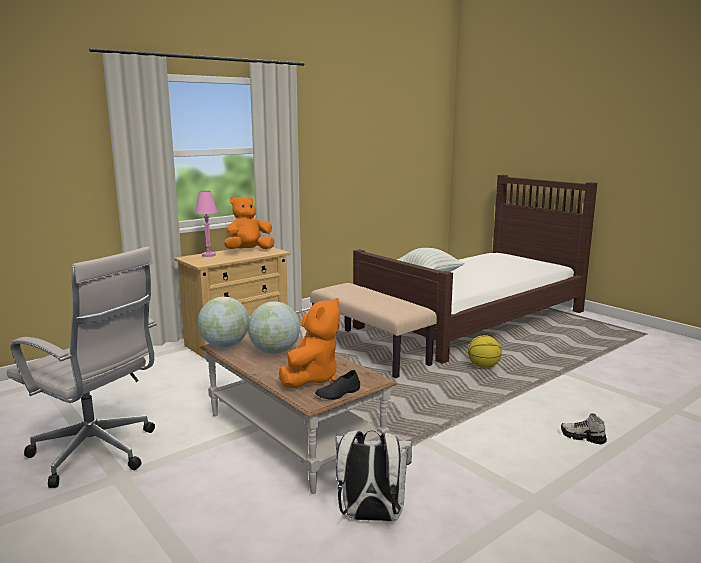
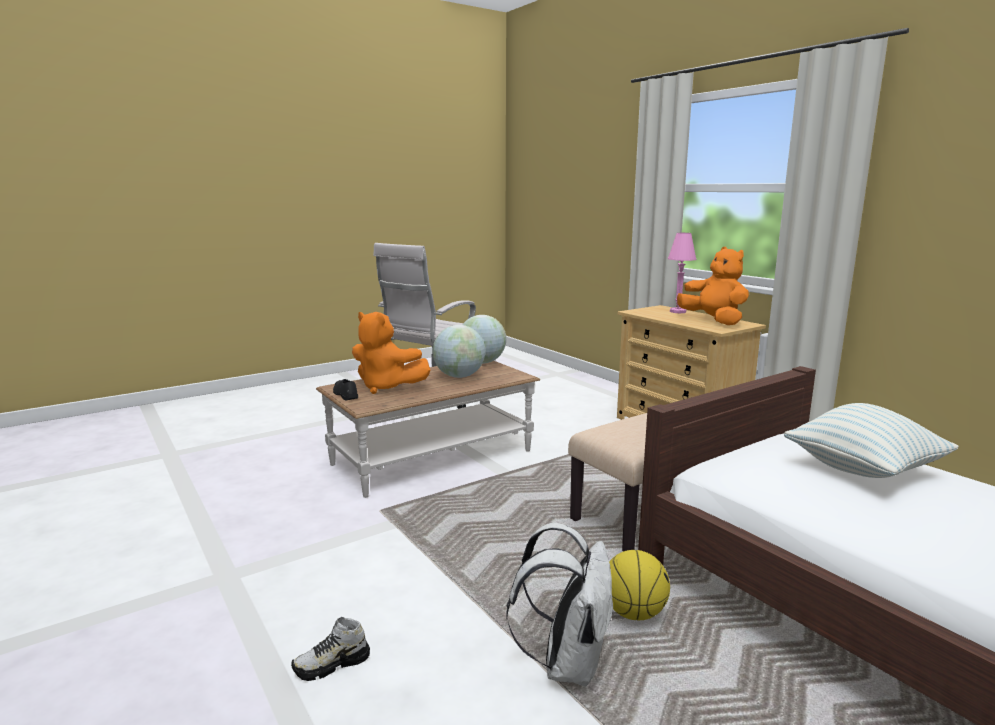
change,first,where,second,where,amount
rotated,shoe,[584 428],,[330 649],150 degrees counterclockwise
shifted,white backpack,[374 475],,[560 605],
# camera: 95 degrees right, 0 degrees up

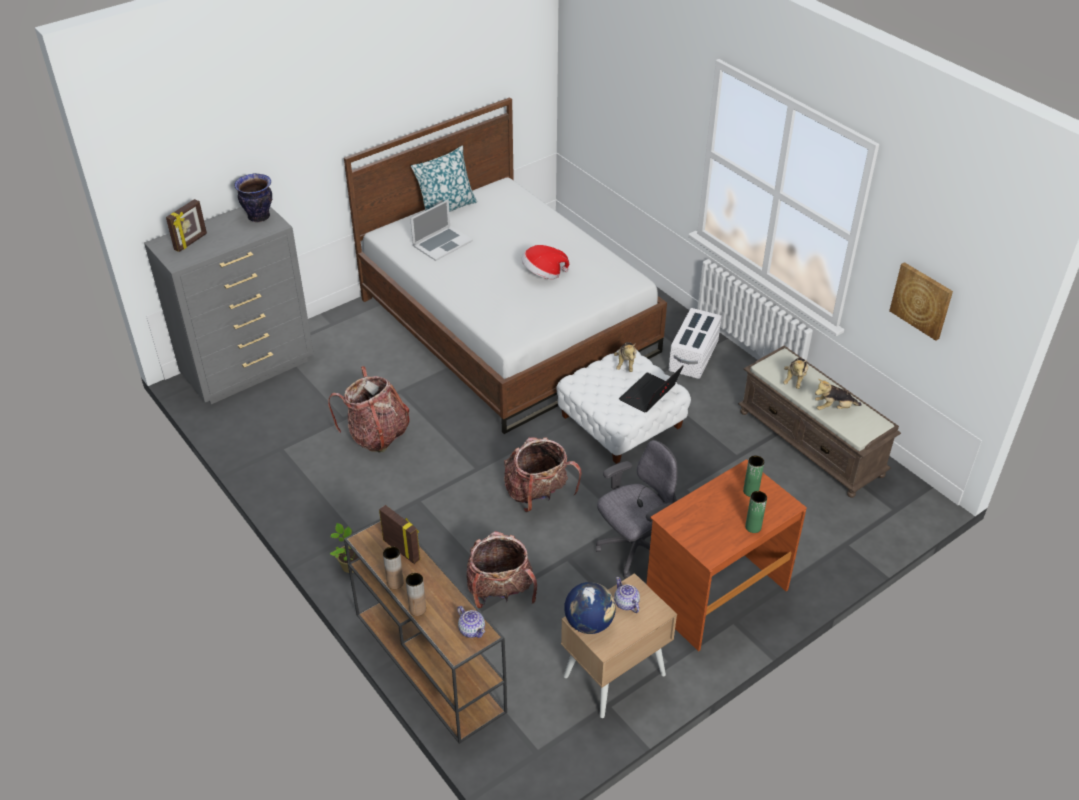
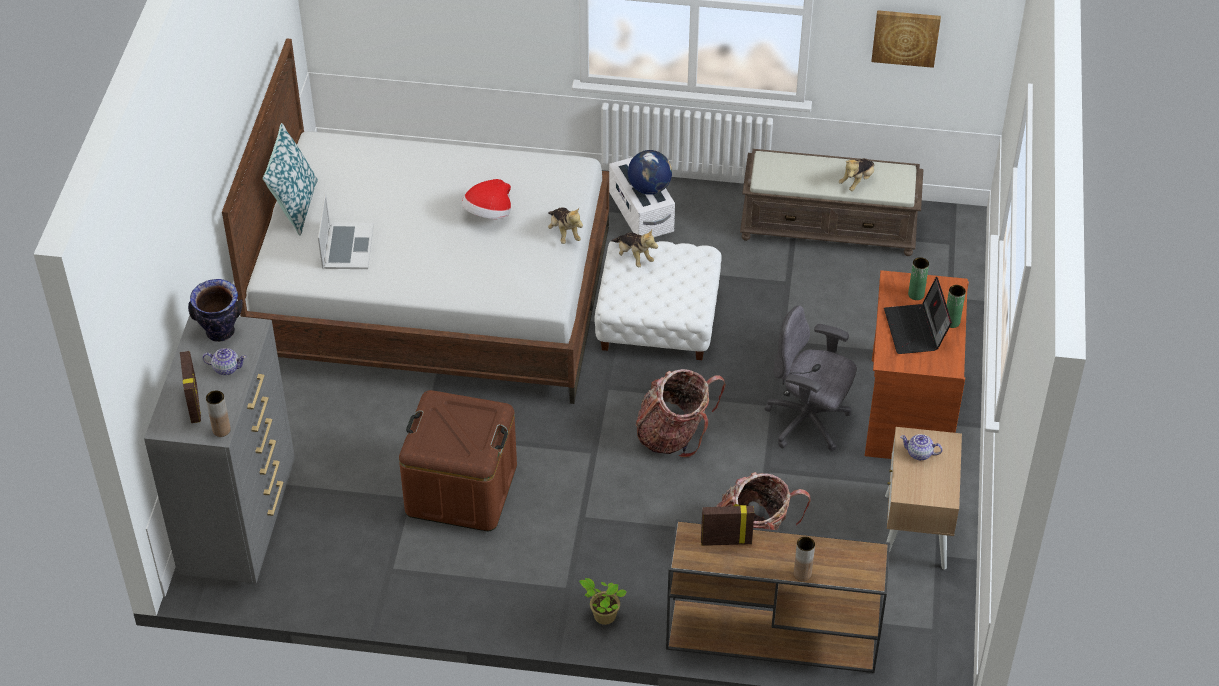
change,first,where,second,where,amount
shifted,teapot,[471 622],,[224 361],
shifted,brown vase,[393 567],,[218 414],
swapped,backpack,[369 409],brown storage box,[458 460],
shifted,plush toy,[795 373],,[565 225],
shifted,globe,[590 608],,[650 172],
rotated,grey office chair,[637 509],,[811 378],75 degrees counterclockwise
shifted,laptop,[651 389],,[918 315],
# camera: 45 degrees left, 5 degrees up

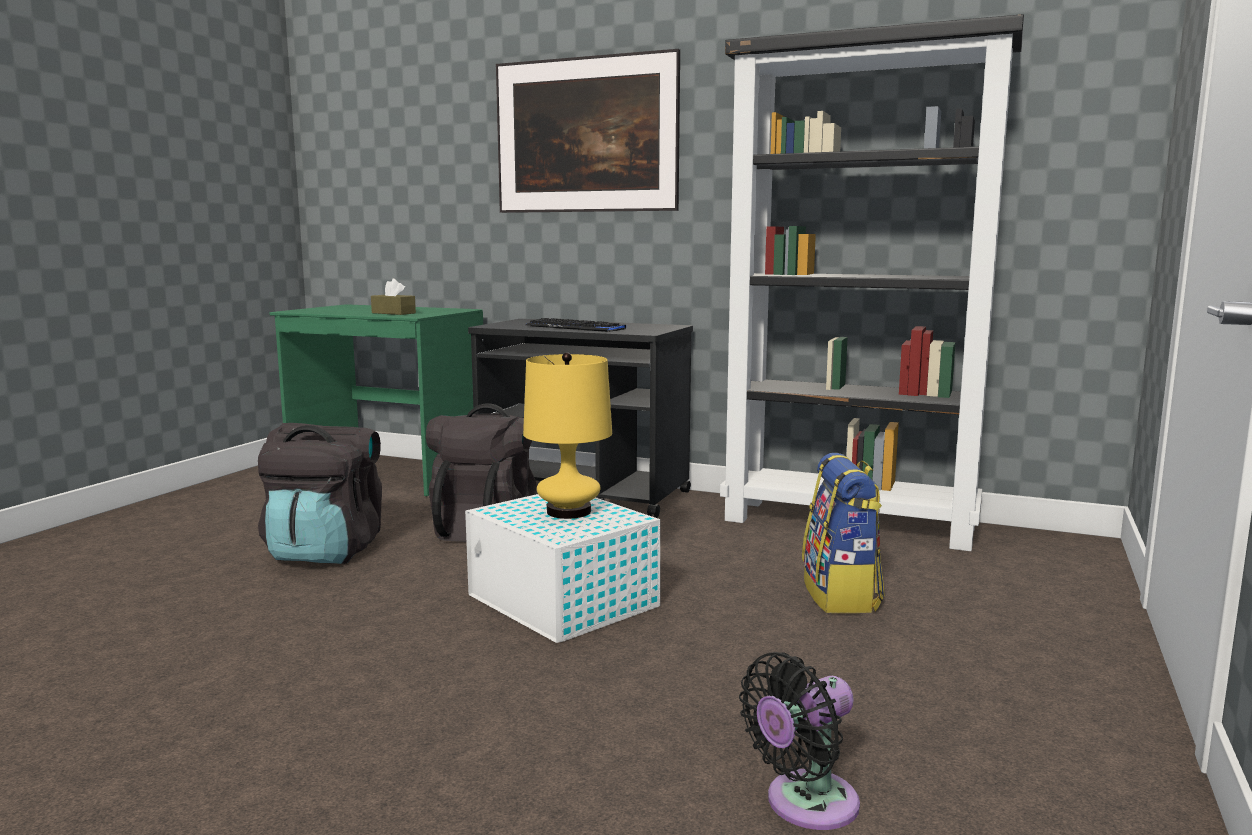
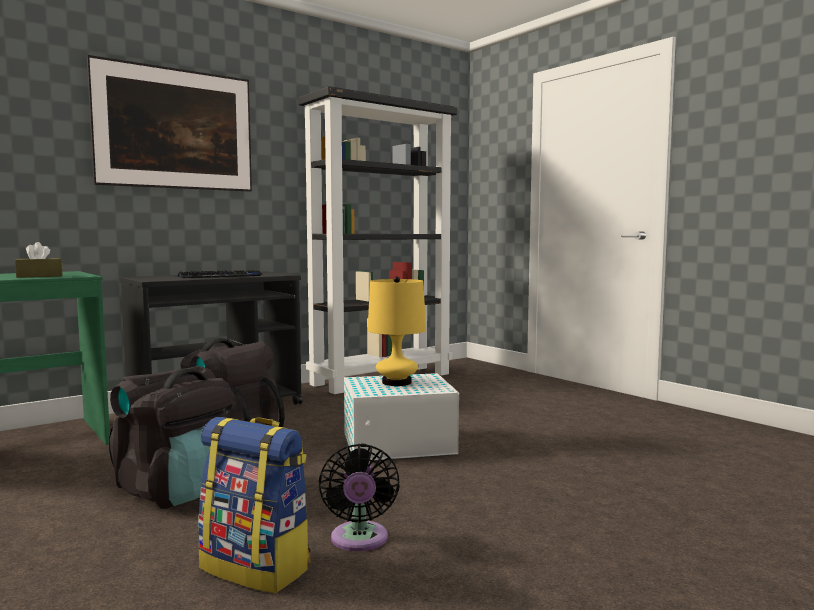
change,first,where,second,where,amount
shifted,backpack,[843 533],,[254 505],
shifted,black fan,[799 741],,[359 497],
# camera: 60 degrees left, 5 degrees down

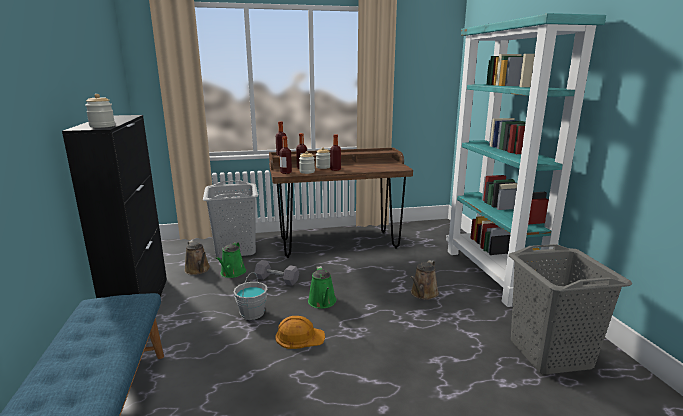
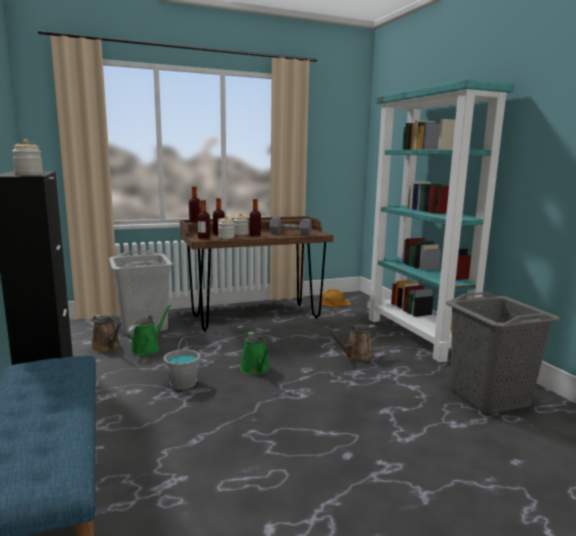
change,first,where,second,where,amount
rotated,green watering can,[231 260],,[149 330],150 degrees counterclockwise
shifted,grey dumbbell,[276 273],,[290 226],
shifted,orange hard hat,[300 332],,[335 298],
rotated,brown watering can,[424 280],,[352 342],45 degrees clockwise
# camera: 10 degrees left, 5 degrees down

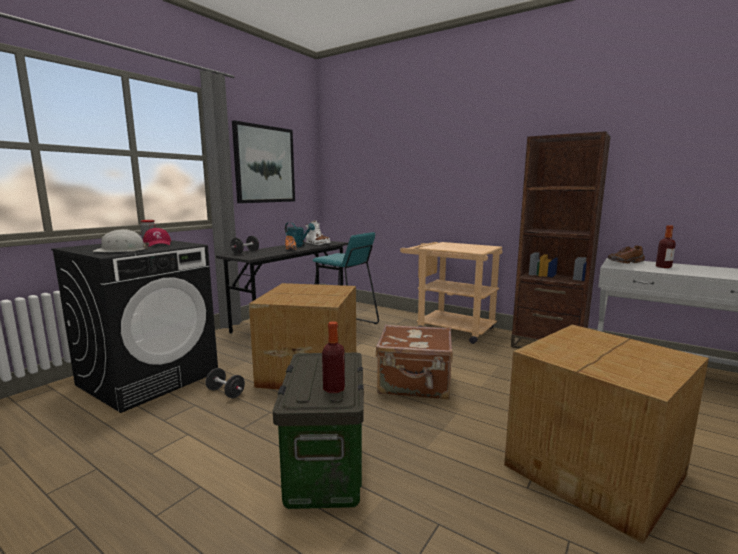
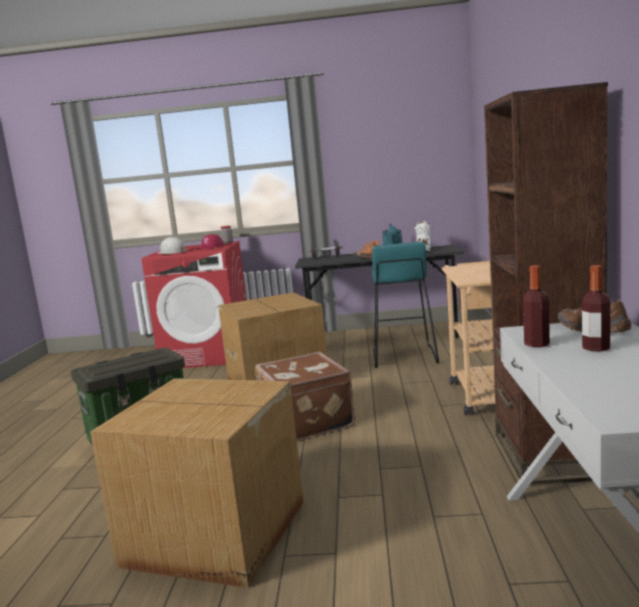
change,first,where,second,where,amount
repainted,black washing machine,[134 326],red washing machine,[193 304],
shifted,bottle,[333 357],,[536 306],
gone,black dumbbell,[225 383],,,
gone,picture,[263 161],,,
# camera: 60 degrees right, 0 degrees up

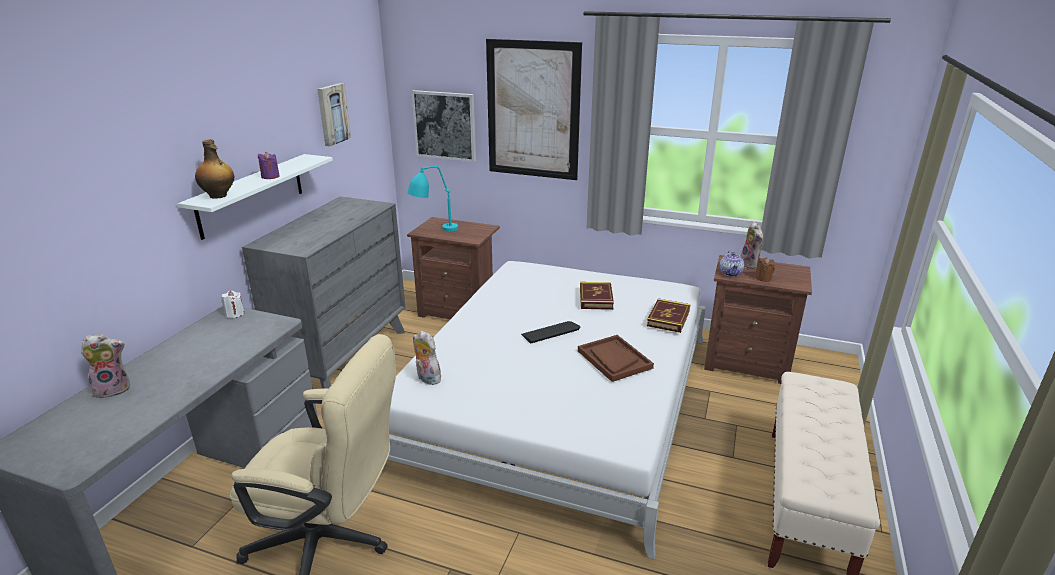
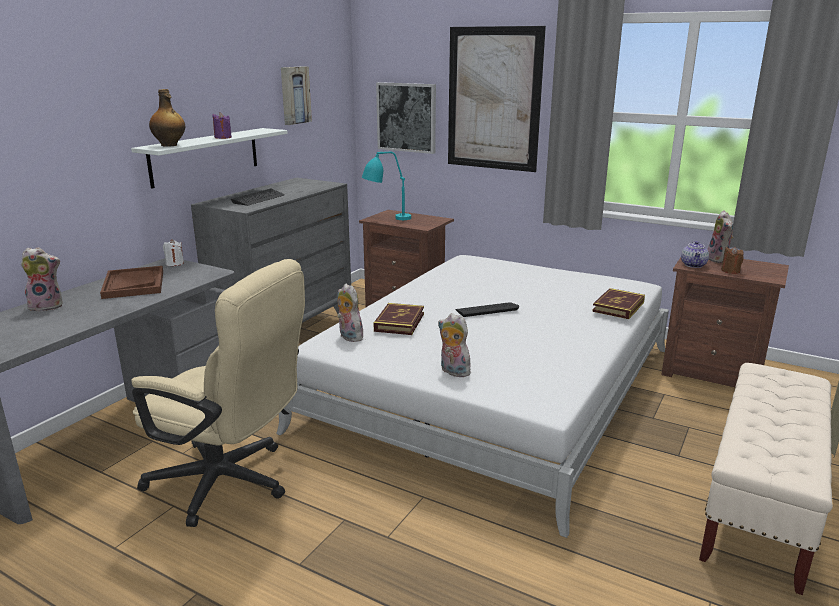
change,first,where,second,where,amount
shifted,brown tray,[616 358],,[131 282],
new,,,keyboard,[258 197],
shifted,book,[597 296],,[399 319],
new,,,plush toy,[454 345],
# camera: 10 degrees right, 5 degrees down

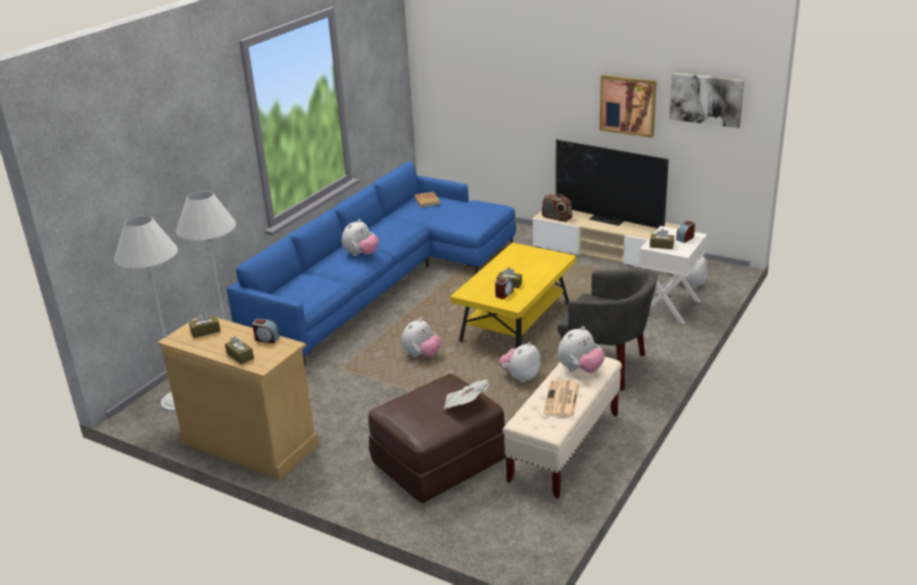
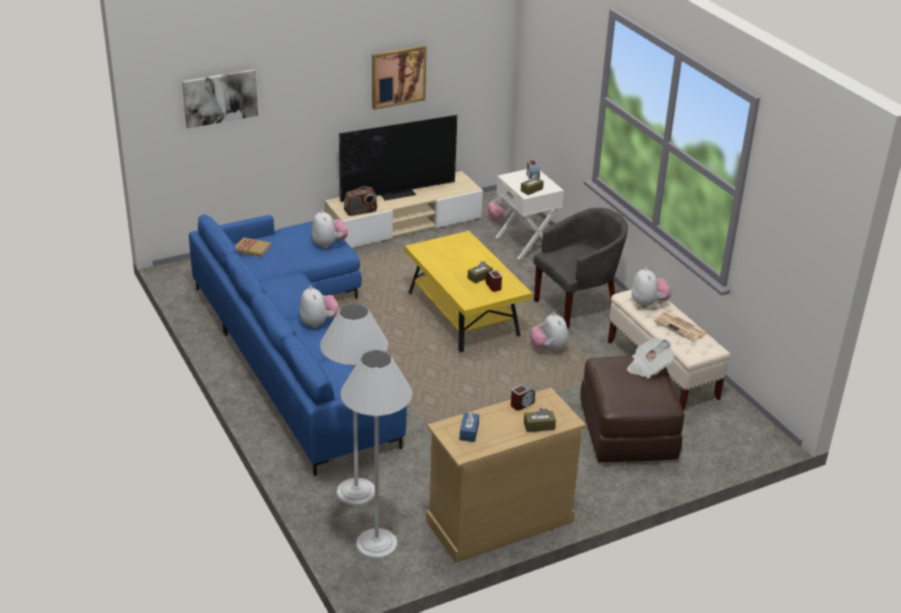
change,first,where,second,where,amount
shifted,picture,[706 100],,[220 98],
shifted,plush toy,[421 337],,[330 229],
repainted,brown tissue box,[204 325],blue tissue box,[469 426],
# camera: 60 degrees left, 5 degrees up

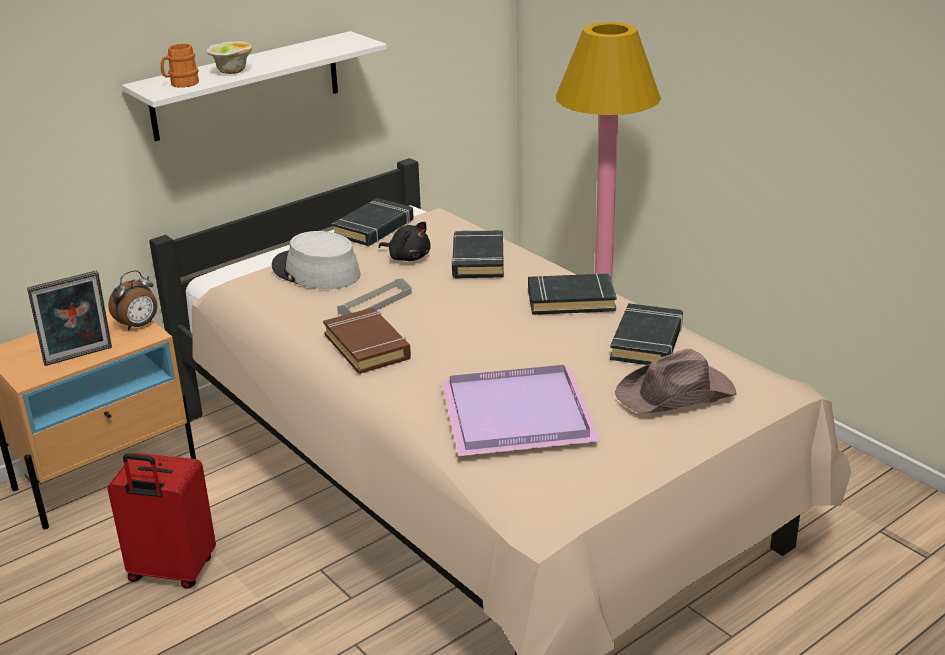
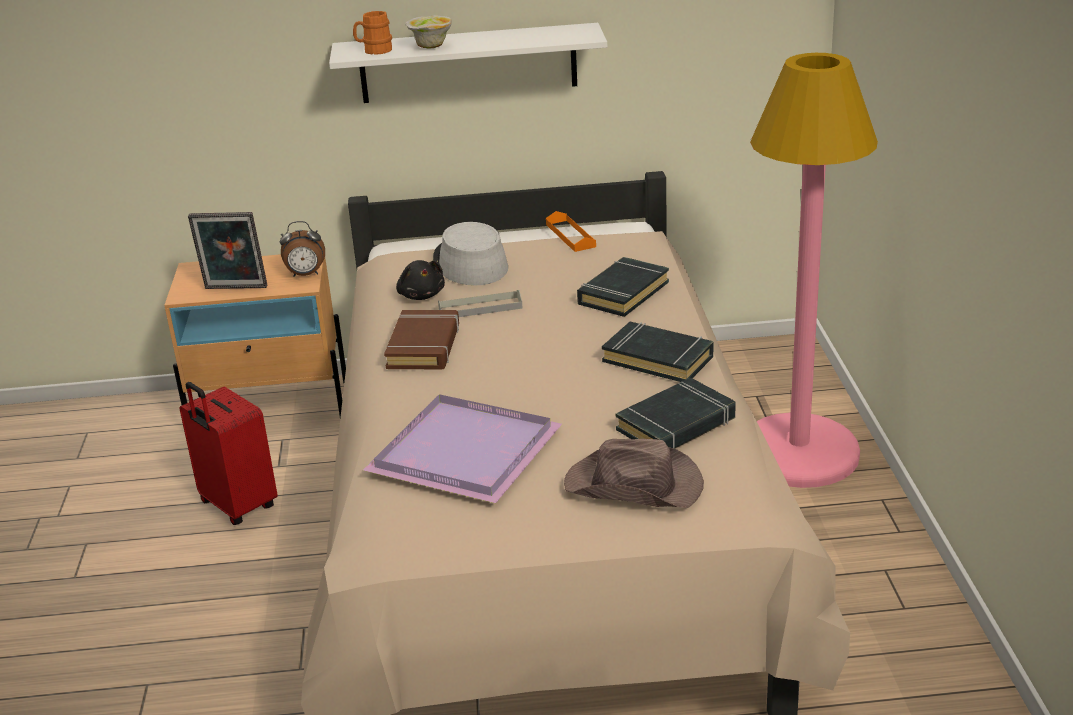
change,first,where,second,where,amount
shifted,black plush toy,[404 241],,[420 280],
swapped,black book,[373 222],orange tray,[571 231],
# camera: 35 degrees right, 0 degrees up

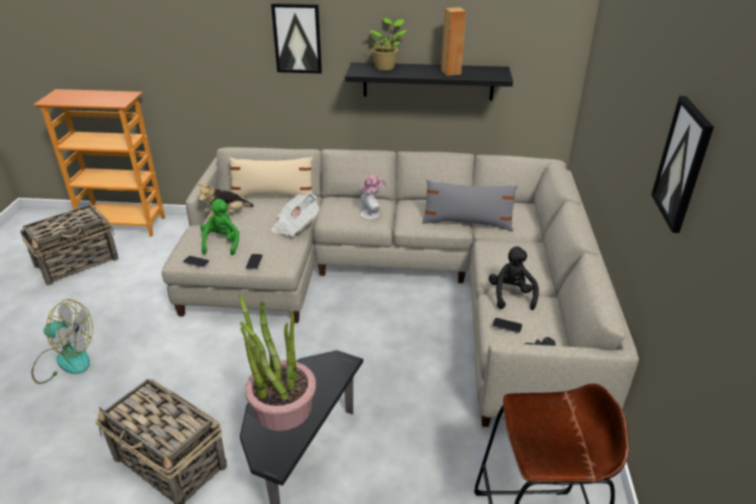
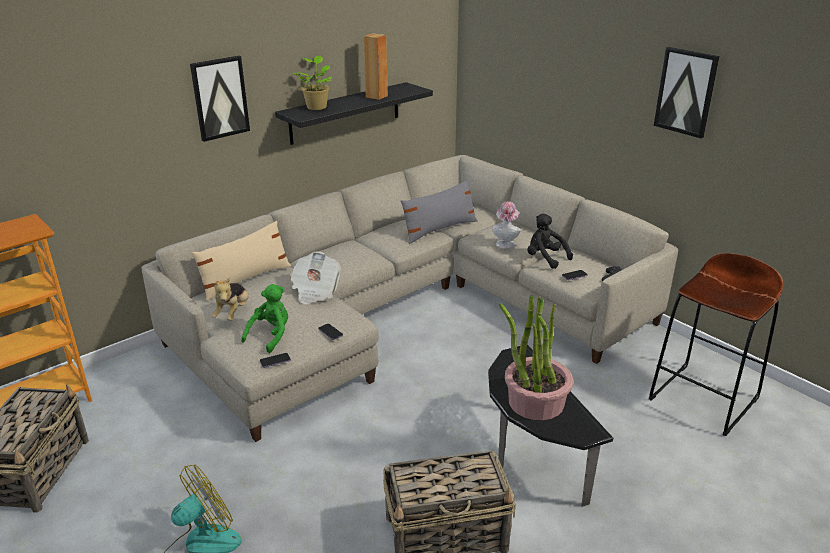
change,first,where,second,where,amount
rotated,green plush toy,[219 227],,[264 318],75 degrees clockwise
shifted,hat,[373 197],,[506 225],
# camera: 45 degrees left, 5 degrees down

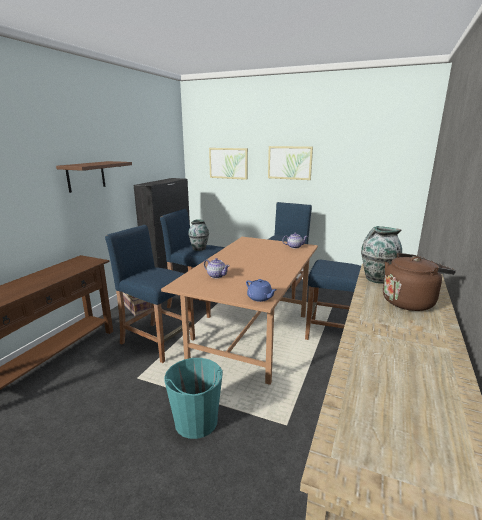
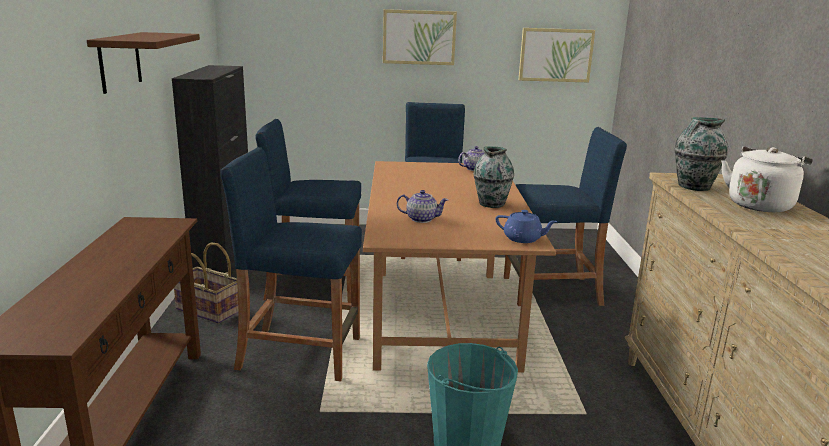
change,first,where,second,where,amount
shifted,vase,[198 235],,[493 177],
shifted,picture,[228 164],,[557 55],
repainted,brown kettle,[419 282],white kettle,[767 179],
# camera: 25 degrees left, 0 degrees up

